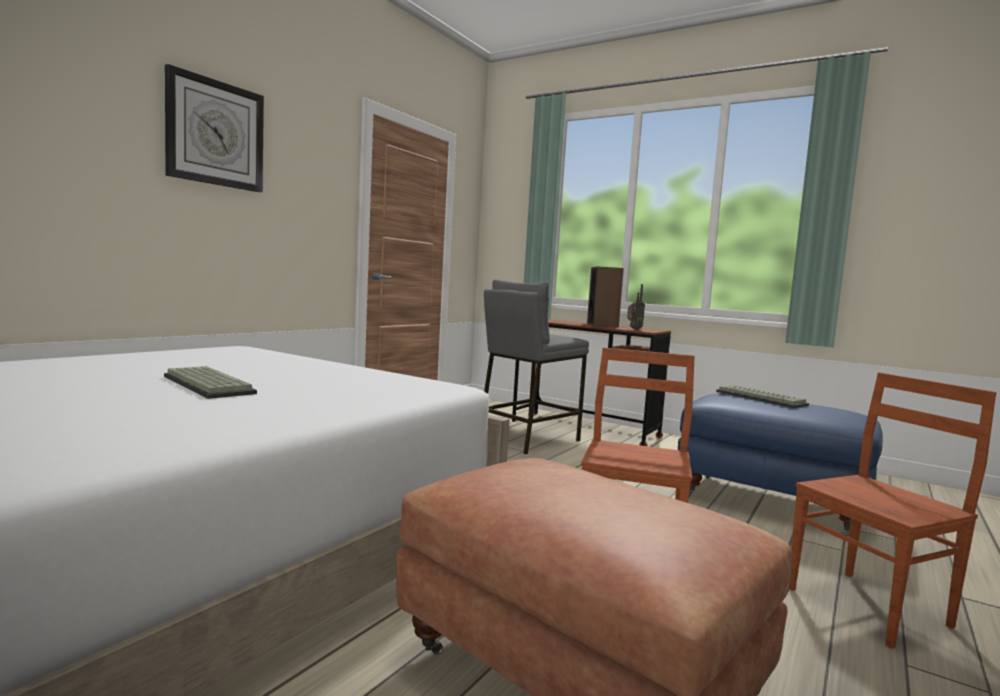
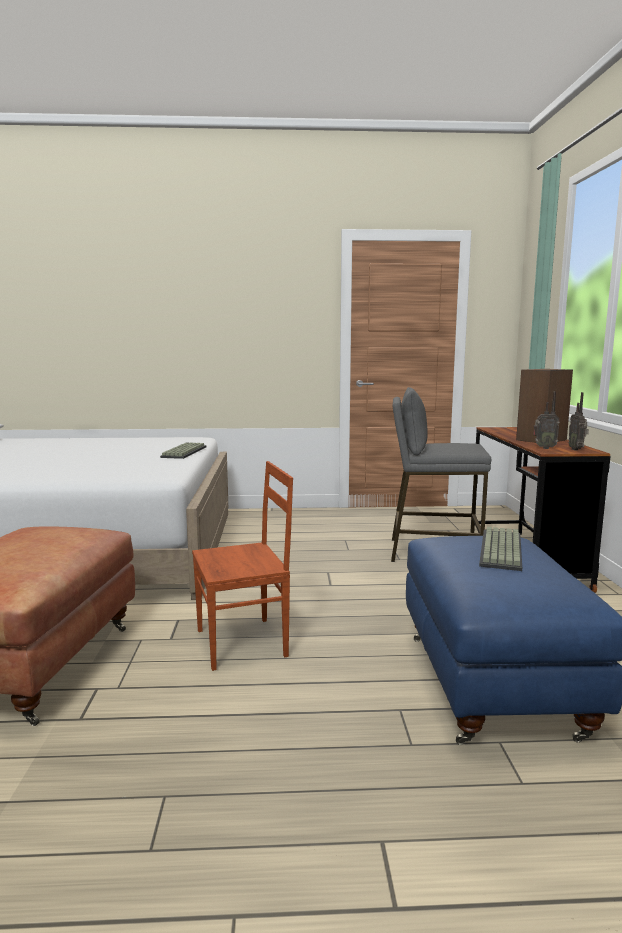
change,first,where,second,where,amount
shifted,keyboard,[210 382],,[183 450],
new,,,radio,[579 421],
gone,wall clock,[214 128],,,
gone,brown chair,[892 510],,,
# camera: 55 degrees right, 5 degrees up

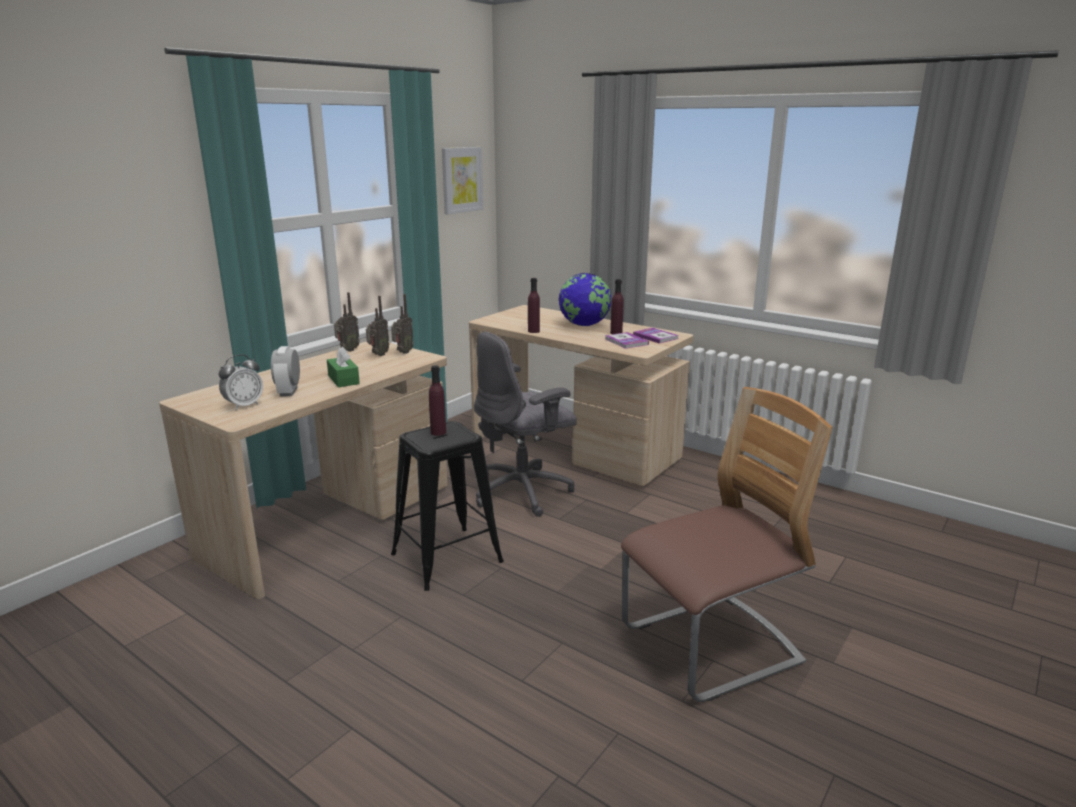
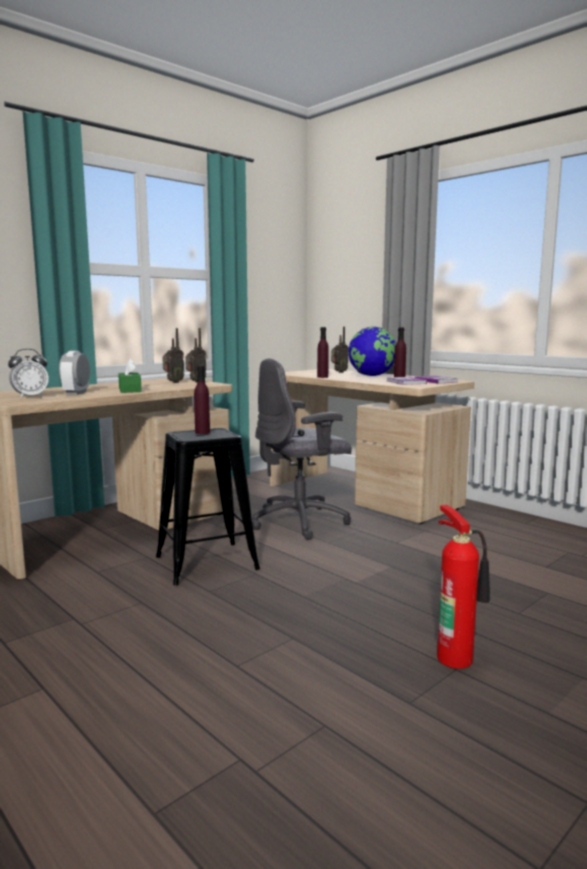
change,first,where,second,where,amount
shifted,radio,[347 322],,[339 349],
swapped,chair,[727 544],fire extinguisher,[463 587],
gone,picture,[462 180],,,
# camera: 10 degrees right, 10 degrees down

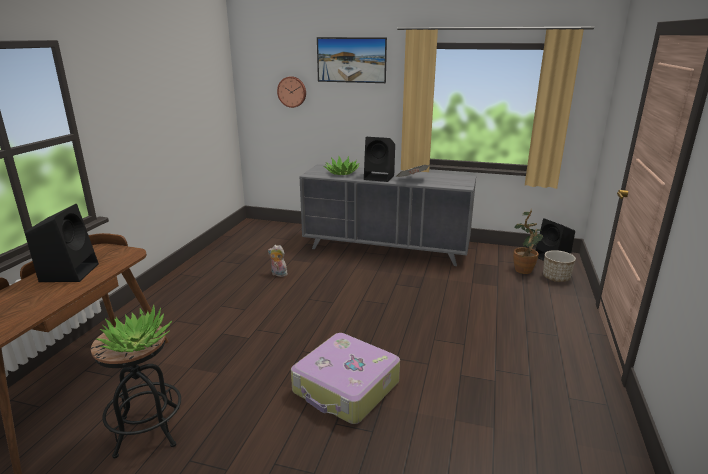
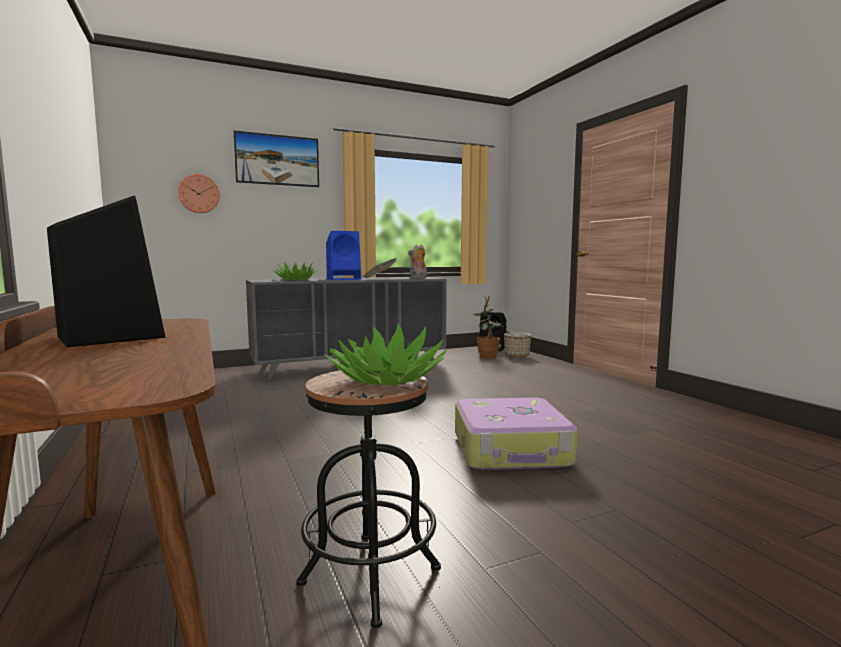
change,first,where,second,where,amount
repainted,black speaker,[379 159],blue speaker,[343 255],
shifted,plush toy,[278 261],,[417 261],
# camera: 40 degrees left, 15 degrees down

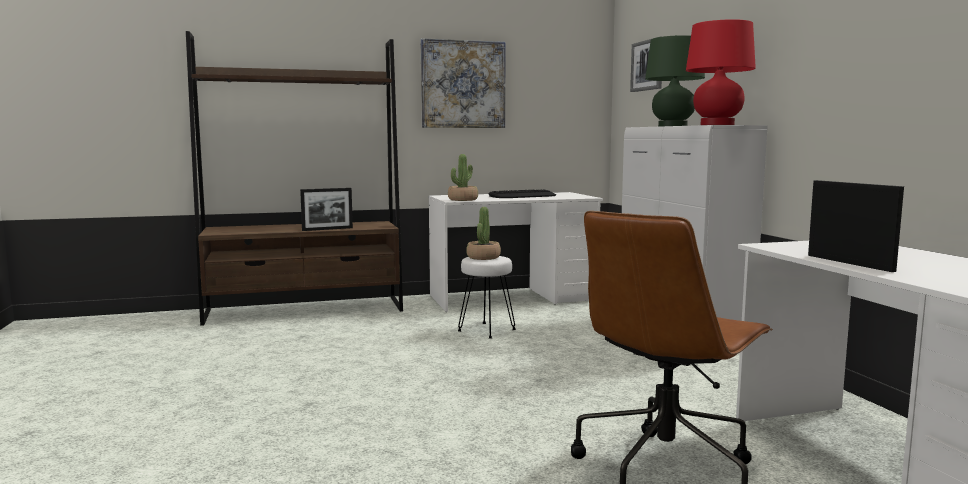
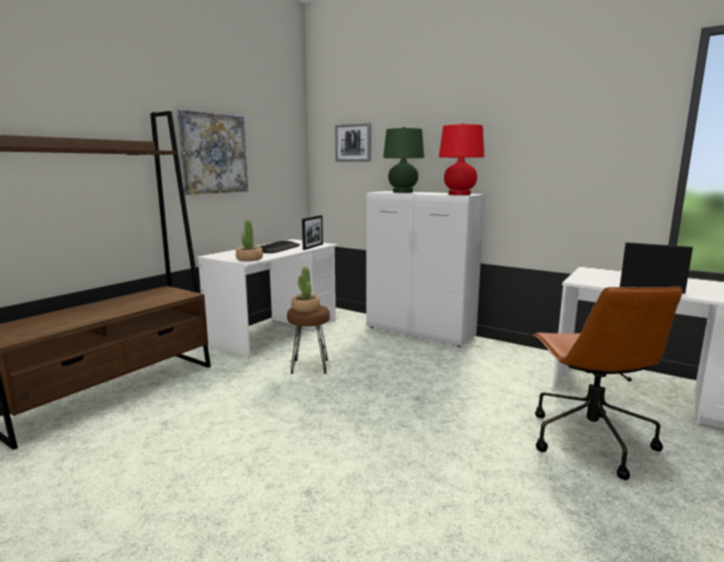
change,first,where,second,where,amount
repainted,white stool,[487 297],brown stool,[308 339],
shifted,picture frame,[326 209],,[312 232],
# camera: 40 degrees left, 5 degrees up

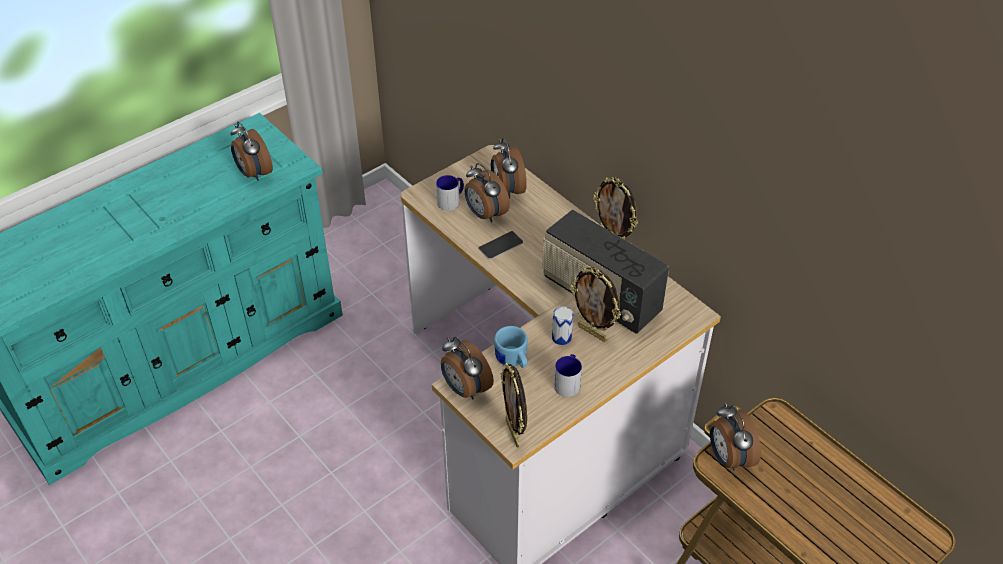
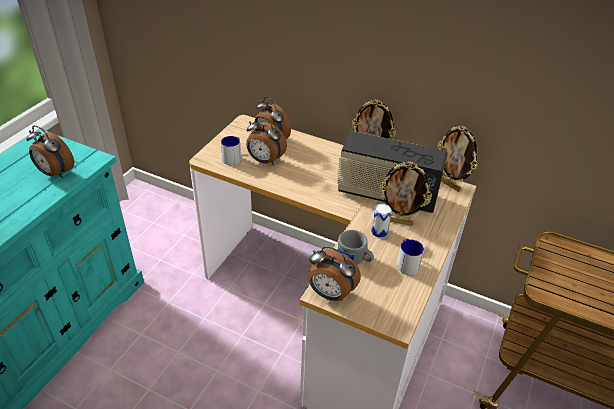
change,first,where,second,where,amount
repainted,blue mug,[511 347],grey mug,[356 247],
shifted,picture frame,[514 405],,[457 159],
gone,phone,[501 245],,,
gone,alarm clock,[735 437],,,
# camera: 25 degrees left, 5 degrees down

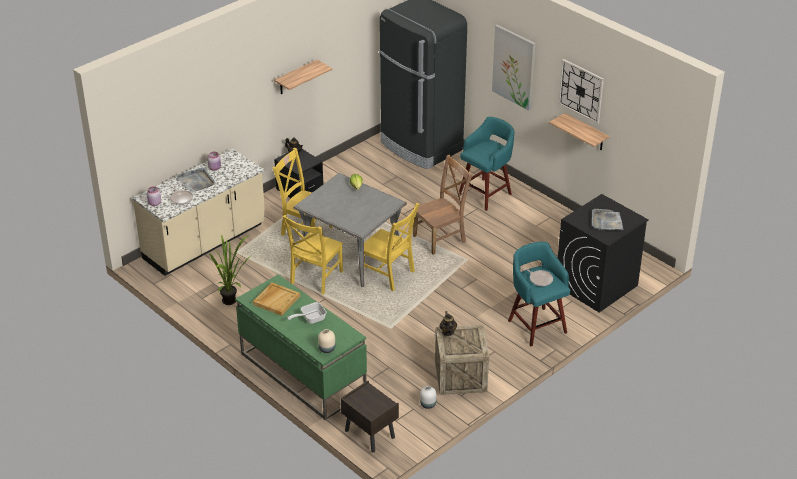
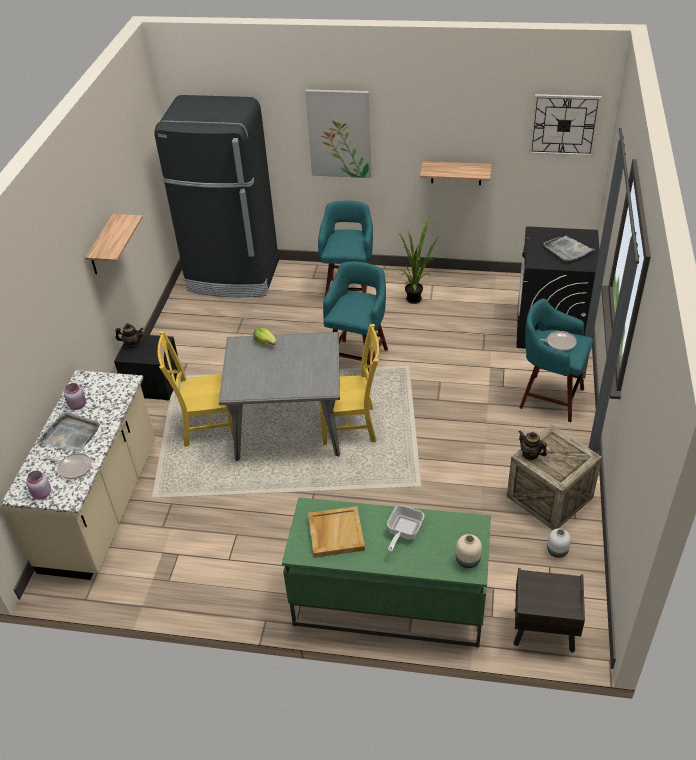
change,first,where,second,where,amount
swapped,brown chair,[443 205],turquoise stool,[355 316],
shifted,potted plant,[231 270],,[417 260],
shifted,wall clock,[581 91],,[565 125],
gone,yellow chair,[312 255],,,
# camera: 35 degrees left, 5 degrees up

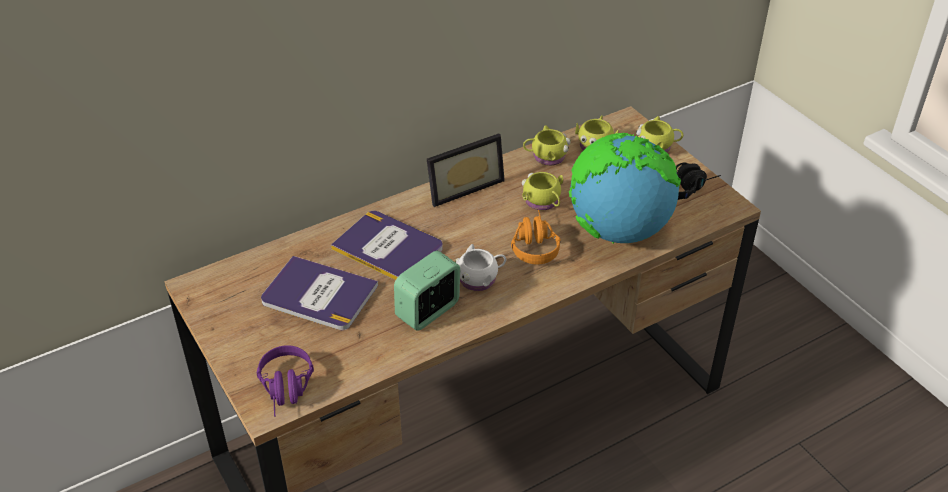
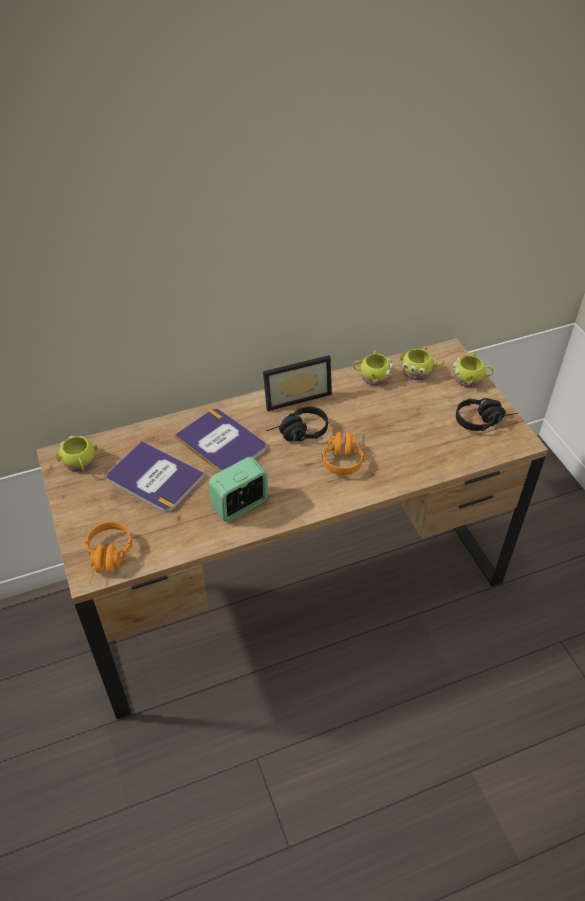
change,first,where,second,where,amount
shifted,yellow mug,[542 191],,[77 454],
repainted,purple headphones,[285 381],orange headphones,[108 553],
new,,,black headphones,[297 424],
gone,white mug,[480 267],,,
gone,globe,[625 188],,,
# camera: 10 degrees right, 5 degrees up

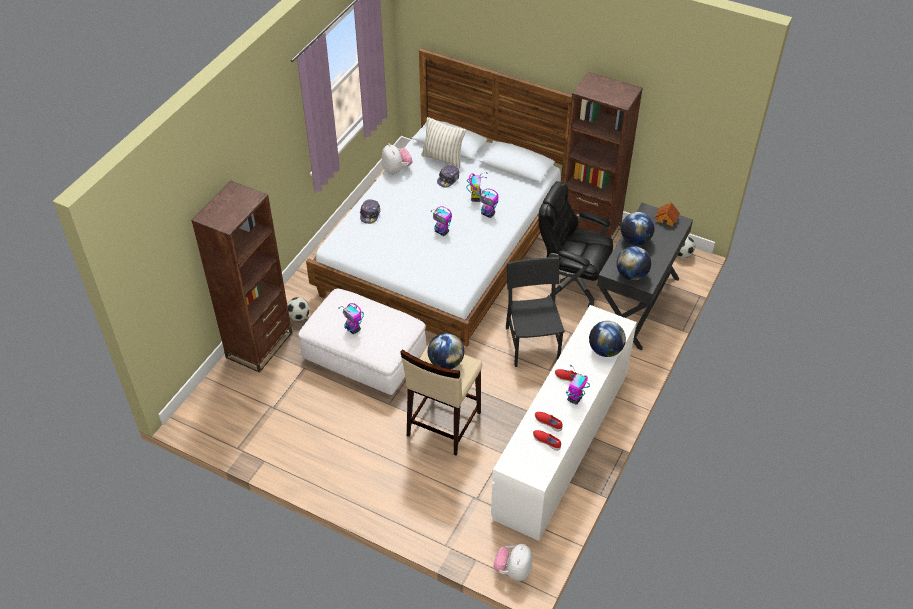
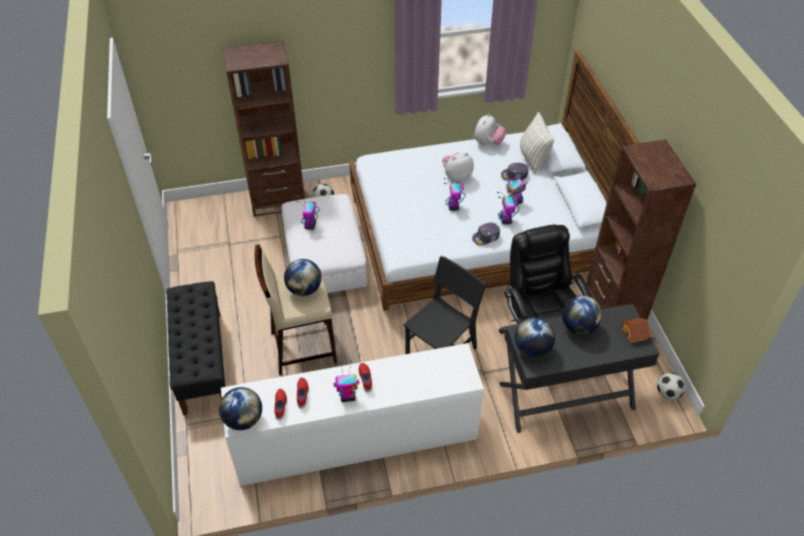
change,first,where,second,where,amount
new,,,black bench,[196 348],
shifted,globe,[607 339],,[240 408],
shifted,plush toy,[512 562],,[458 167],
shifted,cap,[370 212],,[486 234],
# camera: 50 degrees right, 0 degrees up

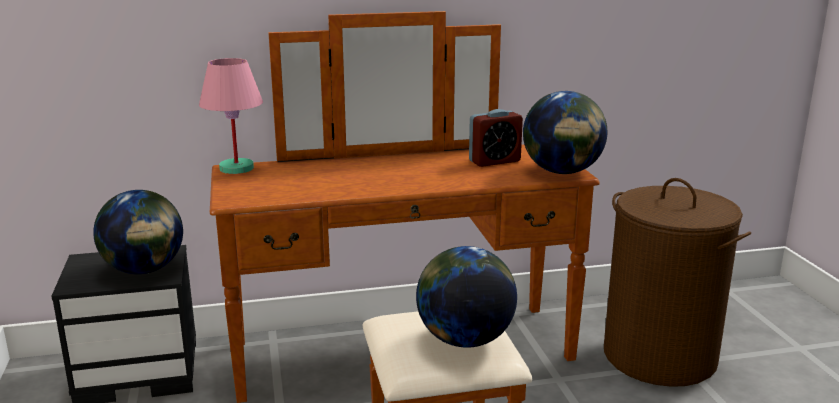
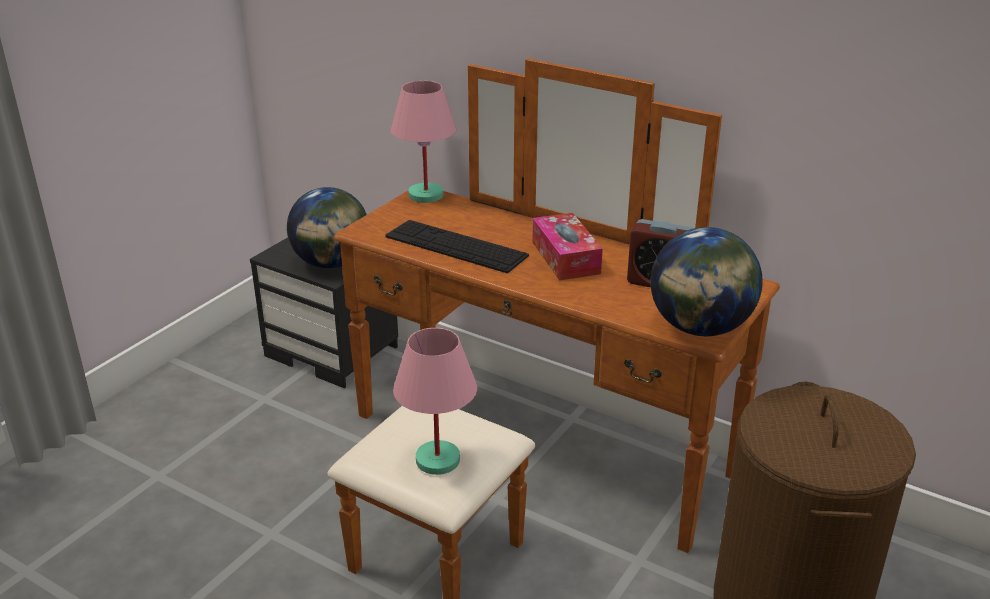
change,first,where,second,where,amount
new,,,keyboard,[457 246],
swapped,globe,[466 297],pink table lamp,[435 401],
new,,,tissue box,[567 247],
# camera: 45 degrees right, 10 degrees up

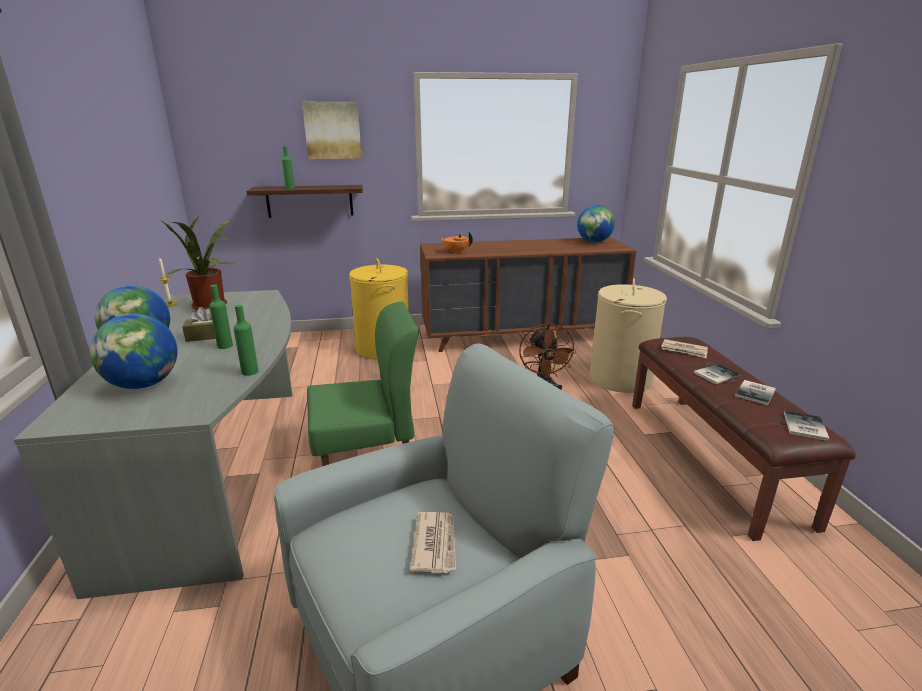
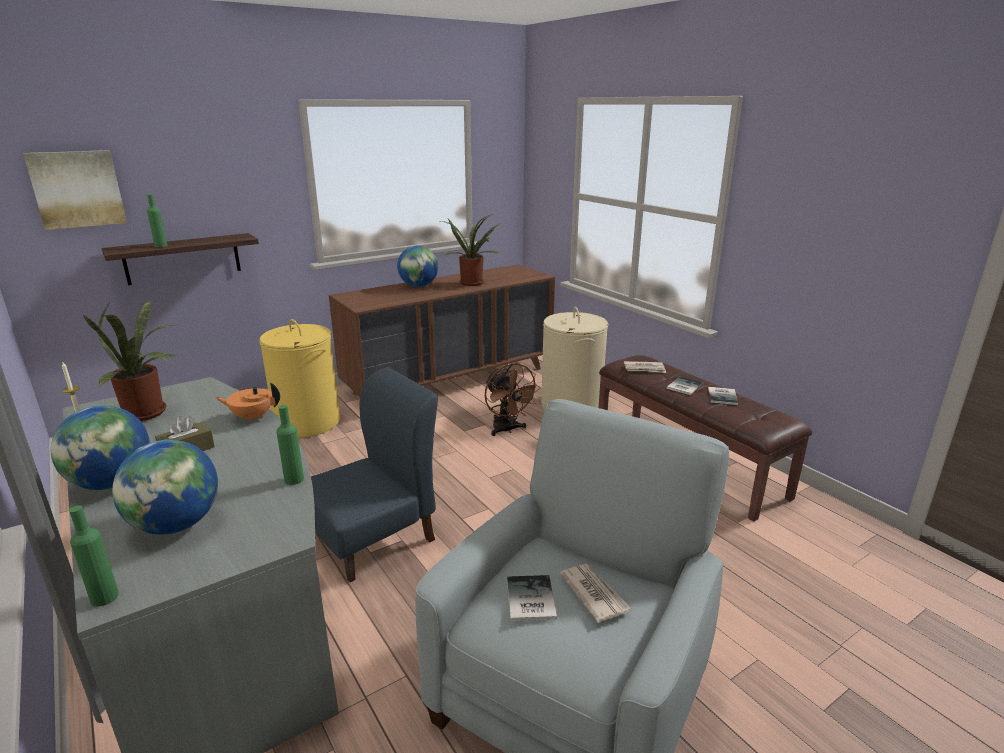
change,first,where,second,where,amount
shifted,picture,[332 130],,[75 190],
shifted,green bottle,[221 317],,[94 556],
shifted,orange teapot,[456 243],,[247 402],
repainted,green chair,[363 383],blue chair,[374 475],
shifted,globe,[596 224],,[417 266],
new,,,potted plant,[470 250],
shifted,book,[807 426],,[532 598],
# camera: 25 degrees left, 0 degrees up

